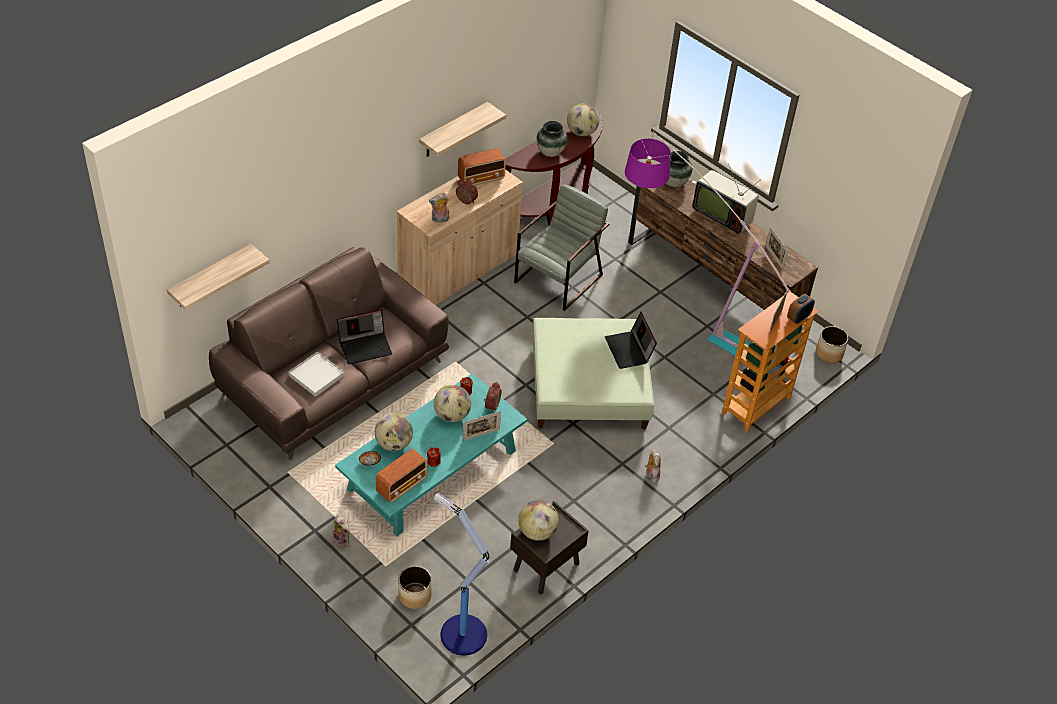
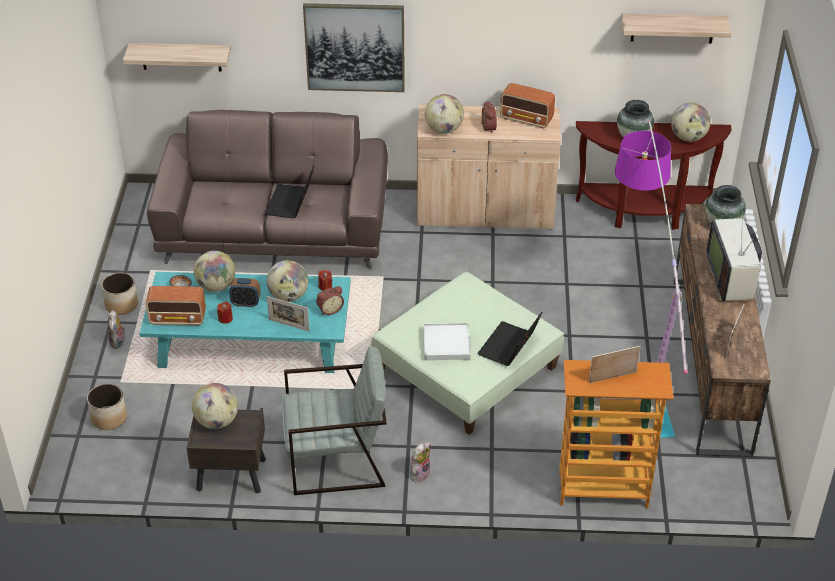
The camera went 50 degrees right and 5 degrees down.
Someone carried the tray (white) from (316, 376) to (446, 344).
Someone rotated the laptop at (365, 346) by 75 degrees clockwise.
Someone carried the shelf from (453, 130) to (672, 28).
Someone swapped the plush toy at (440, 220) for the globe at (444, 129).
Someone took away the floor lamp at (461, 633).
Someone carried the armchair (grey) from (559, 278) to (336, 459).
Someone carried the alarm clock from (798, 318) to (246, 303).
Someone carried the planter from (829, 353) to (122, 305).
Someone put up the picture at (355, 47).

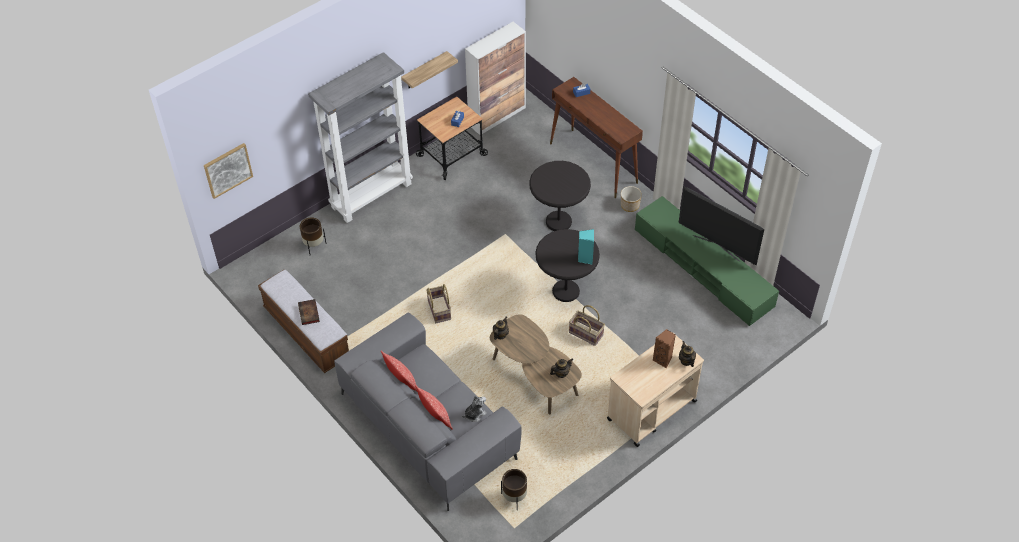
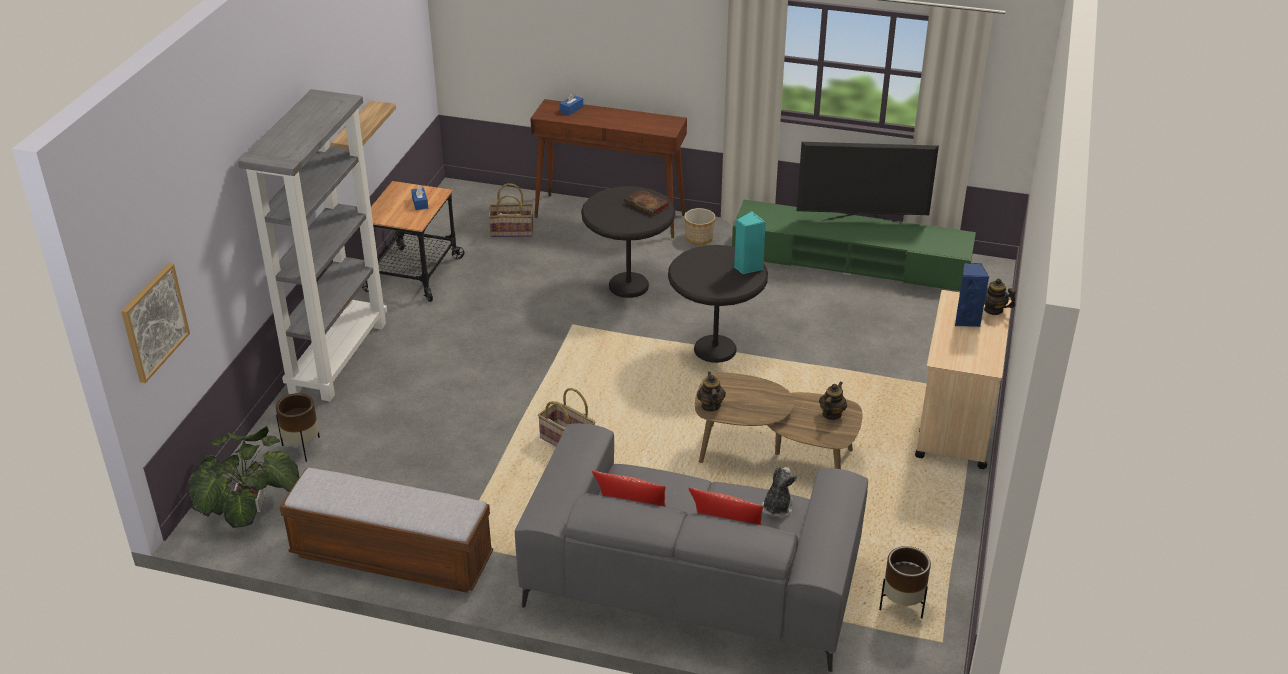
The camera went 35 degrees left and 15 degrees down.
Someone carried the book from (309, 314) to (648, 205).
Someone took away the cabinet at (497, 116).
Someone carried the basket from (586, 333) to (512, 230).
Someone repainted the speaker (brown) at (663, 359), which became the speaker (blue) at (966, 320).
Someone put down the potted plant at (249, 502).

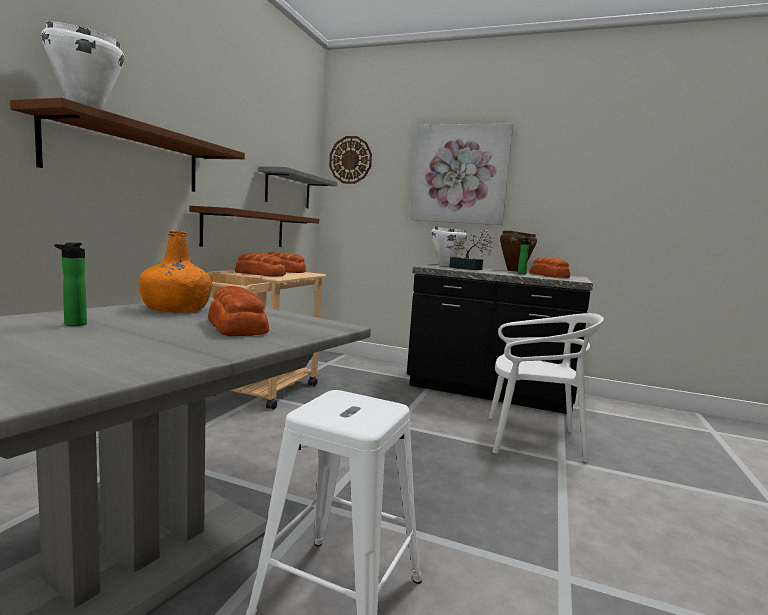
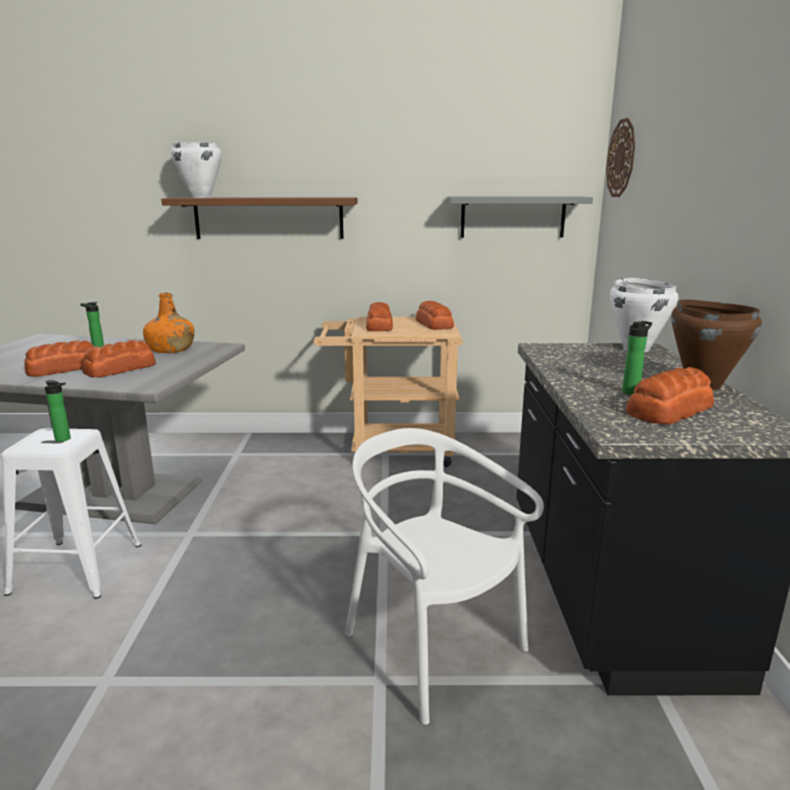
The camera went 70 degrees right and 10 degrees up.
Someone took away the shelf at (245, 229).
Someone took away the picture at (459, 174).
Someone took away the potted plant at (469, 269).
Someone rotated the chair (white) at (532, 440) by 150 degrees clockwise.
Someone put down the bread at (63, 369).
Someone put down the bottle at (64, 439).

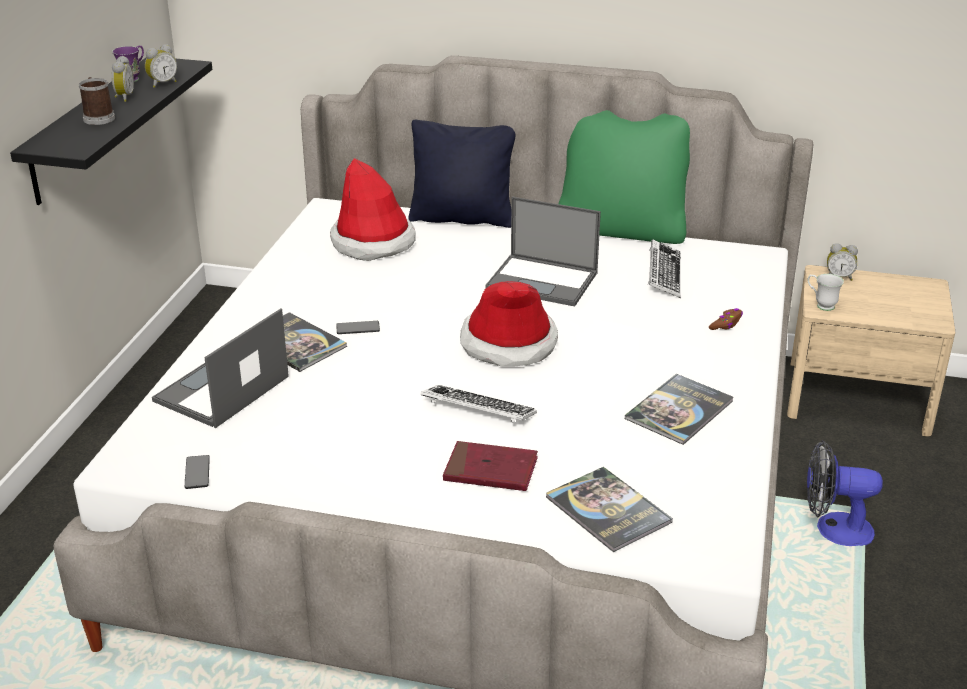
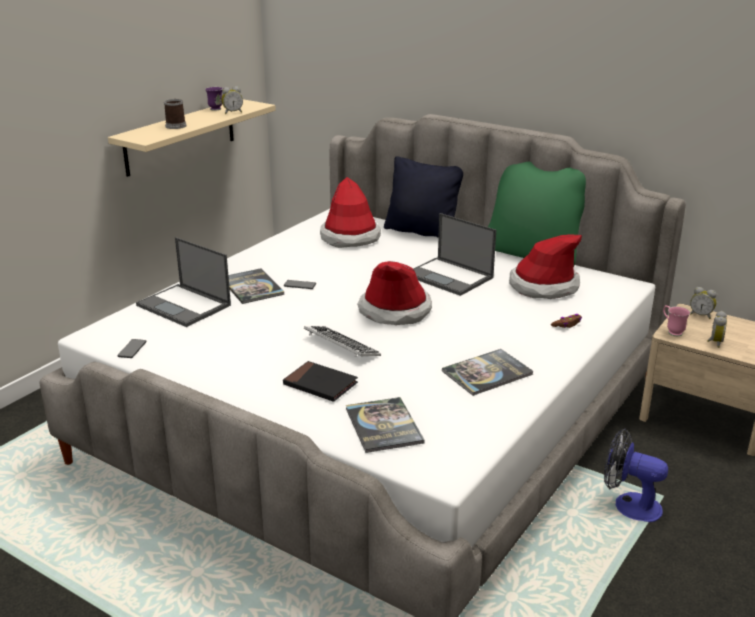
The camera went 20 degrees right and 5 degrees down.
Someone repainted the shelf (black) at (90, 129), which became the shelf (beige) at (180, 137).
Someone carried the alarm clock from (123, 97) to (714, 342).
Someone rotated the laptop at (221, 390) by 105 degrees counterclockwise.
Someone repainted the book (red) at (490, 470), which became the book (black) at (320, 384).
Someone swapped the keyboard at (664, 274) for the hat at (543, 286).
Someone repainted the mug (white) at (821, 305), which became the mug (pink) at (672, 331).

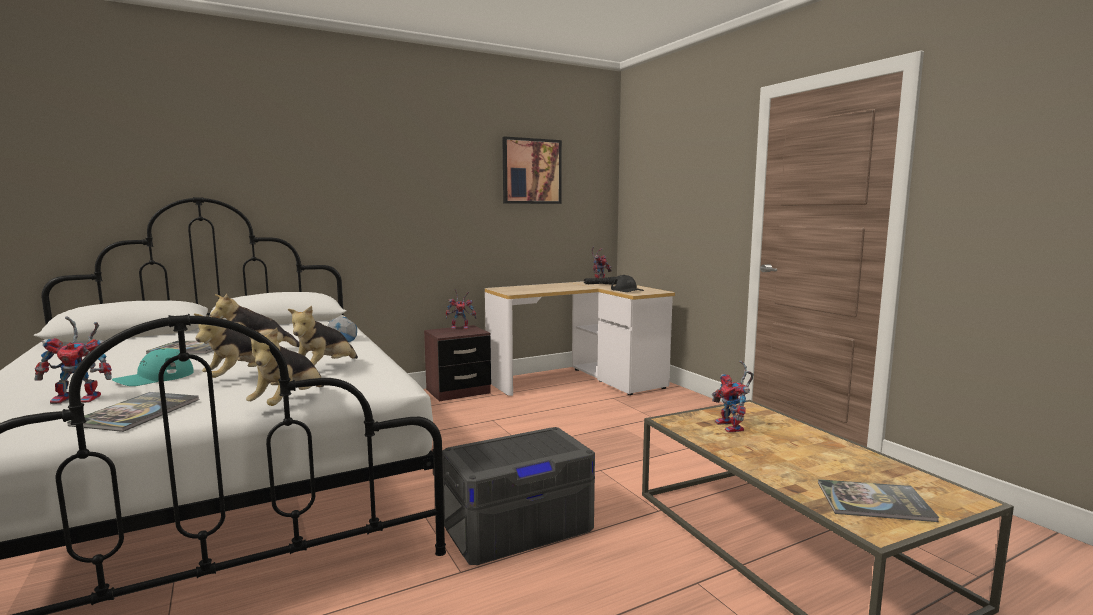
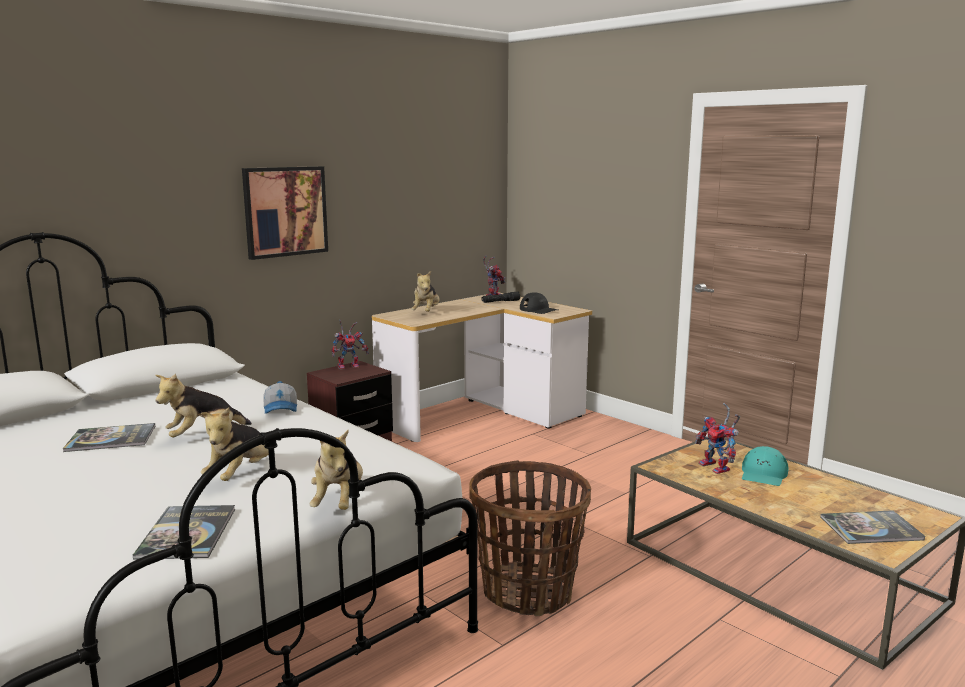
The camera went 15 degrees left and 5 degrees up.
Someone took away the toy robot at (82, 398).
Someone carried the cap (turquoise) from (154, 377) to (763, 474).
Someone carried the plush toy from (325, 369) to (426, 313).
Someone swapped the storage box (grey) at (518, 526) for the basket at (528, 591).
Someone carried the picture from (531, 171) to (285, 211).

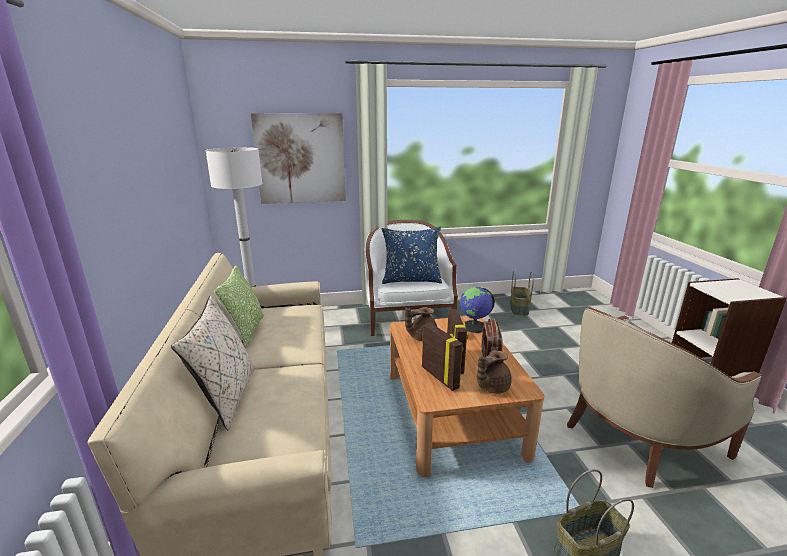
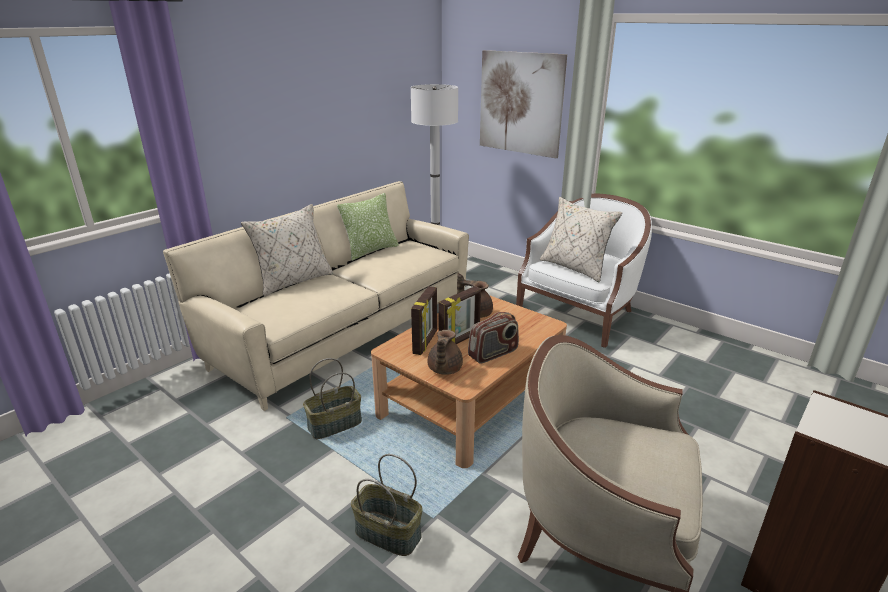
The camera went 50 degrees right and 5 degrees up.
Someone repainted the pillow (blue) at (411, 280), which became the pillow (beige) at (575, 268).
Someone took away the globe at (474, 327).
Someone rotated the teapot (brown) at (491, 387) by 90 degrees counterclockwise.
Someone carried the basket from (519, 309) to (334, 425).

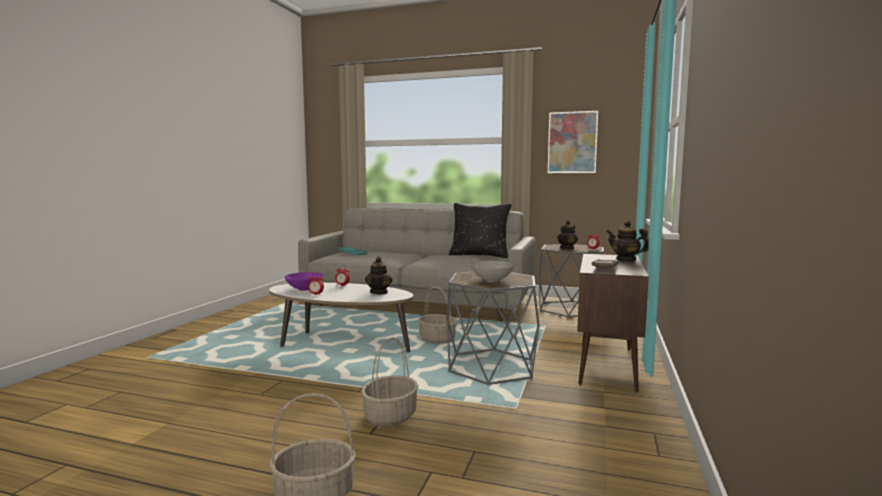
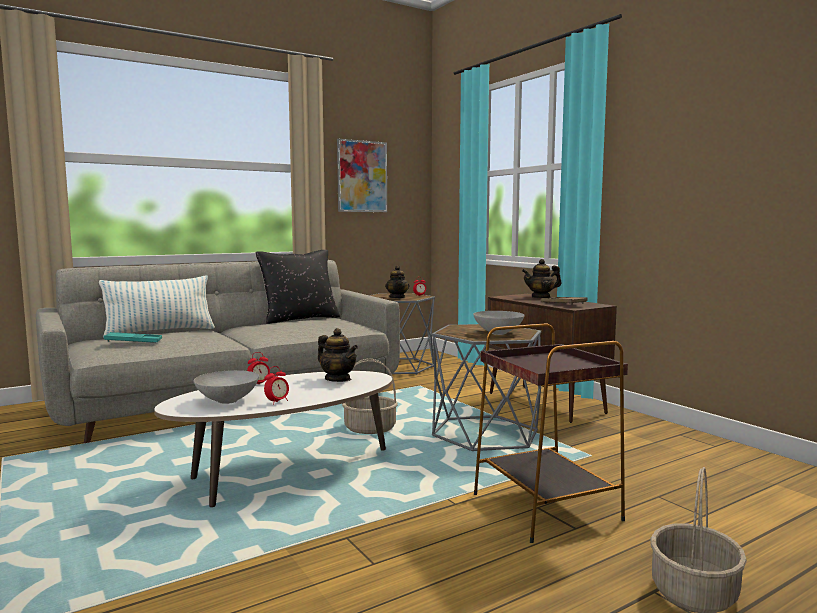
The camera went 50 degrees left and 0 degrees up.
Someone repainted the bowl (purple) at (304, 289), which became the bowl (grey) at (226, 401).
Someone swapped the basket at (390, 416) for the side table (brown) at (545, 507).
Someone put down the pillow at (160, 332).

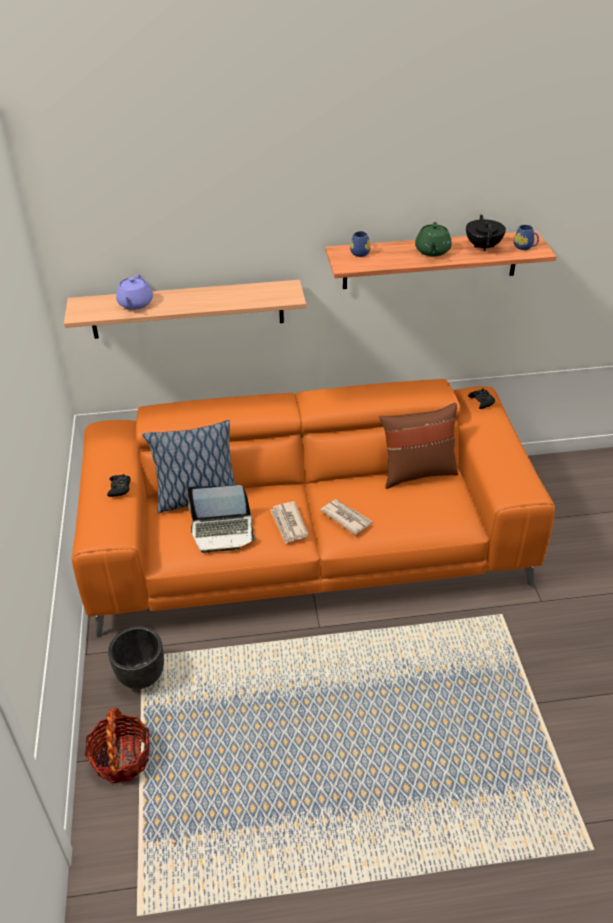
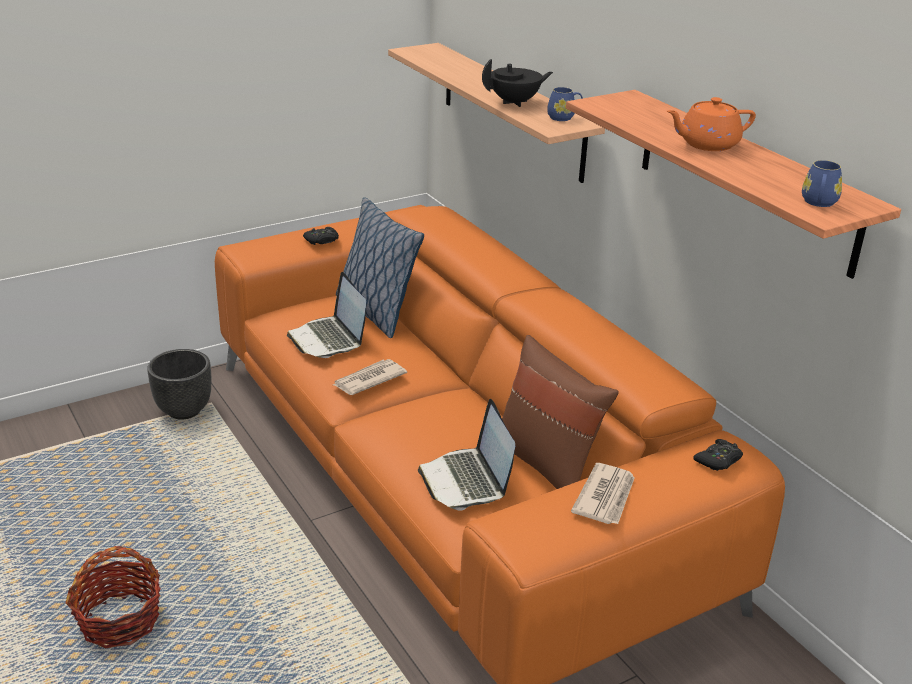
The camera went 65 degrees right and 10 degrees down.
Someone carried the basket from (121, 758) to (120, 621).
Someone took away the teapot (purple) at (135, 304).
Someone carried the newspaper from (346, 517) to (605, 497).
Someone carried the mug (blue) from (360, 252) to (564, 117).
Someone repainted the teapot (green) at (432, 251), which became the teapot (orange) at (707, 144).
Someone carried the teapot (black) from (483, 246) to (515, 102).
Someone put down the laptop at (466, 481).

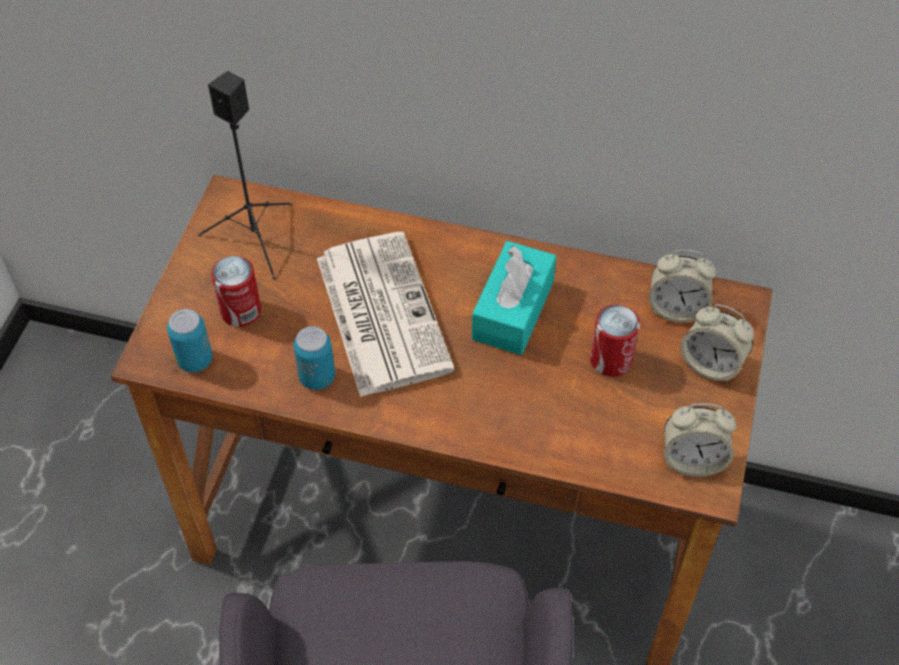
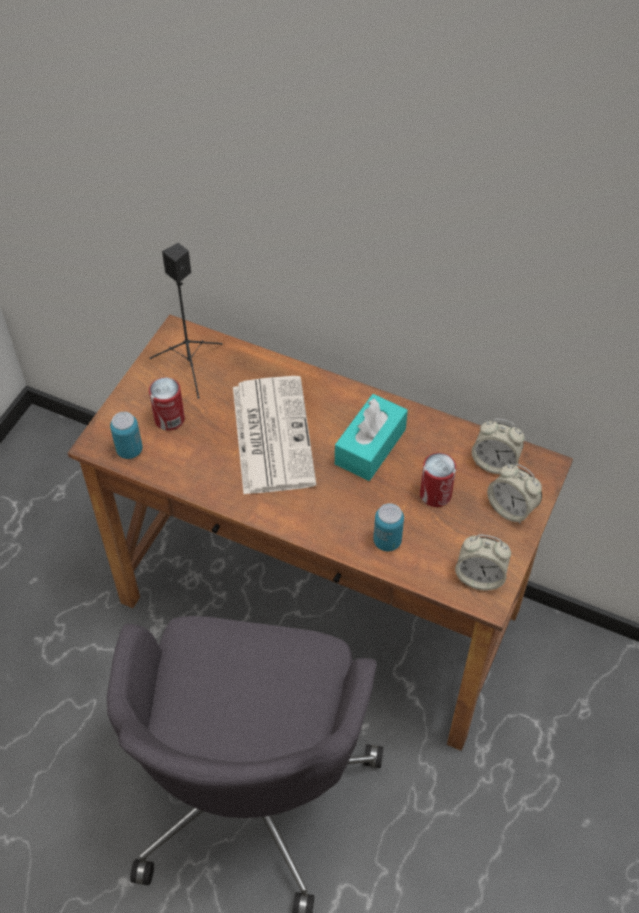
The camera went 10 degrees right and 0 degrees up.
Someone carried the can from (317, 377) to (387, 541).

